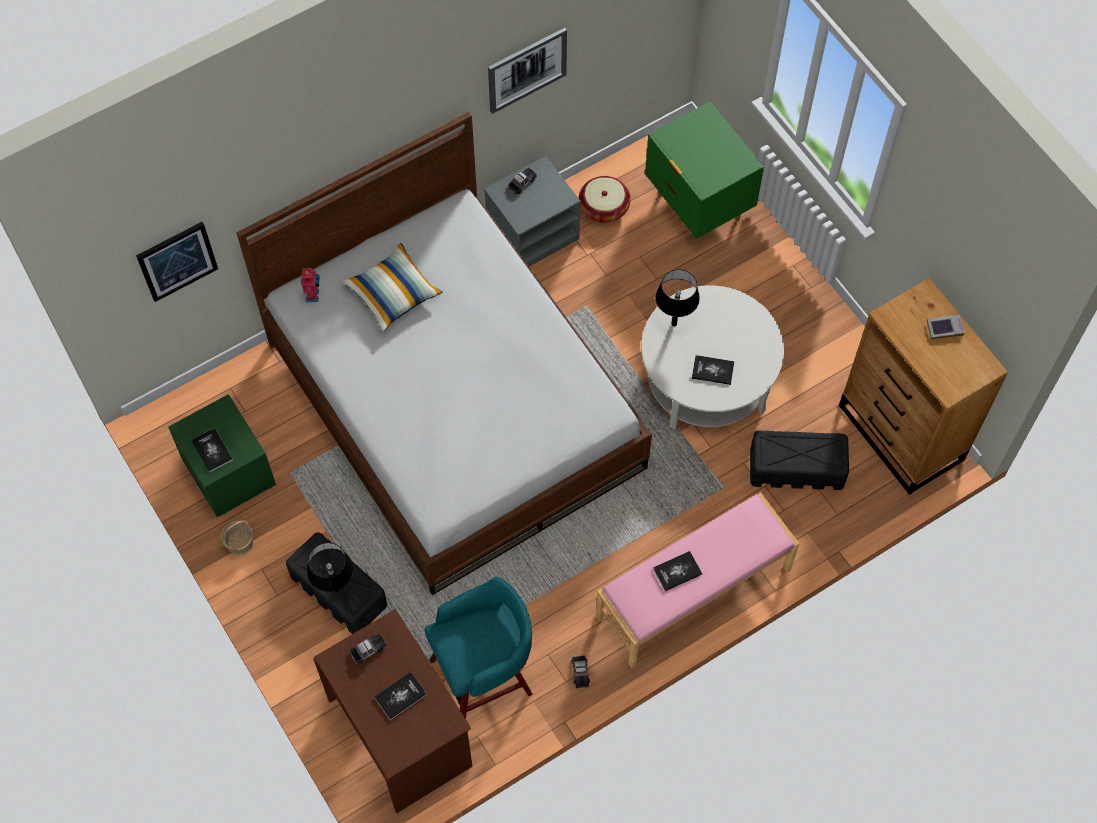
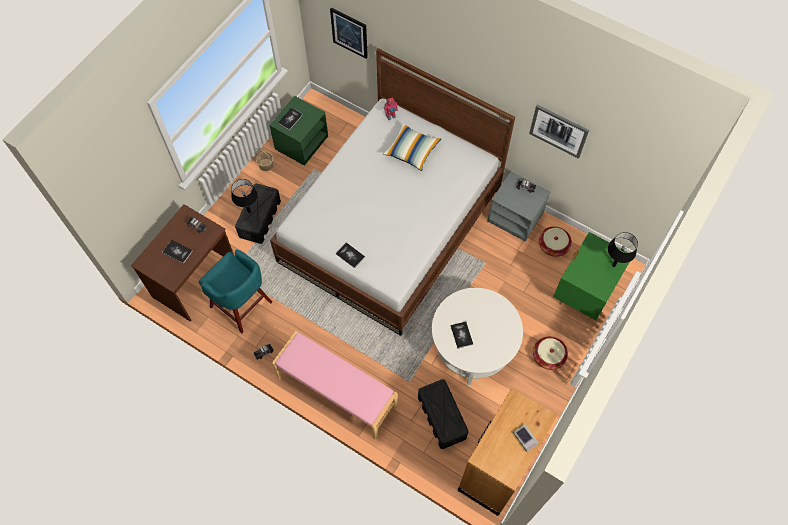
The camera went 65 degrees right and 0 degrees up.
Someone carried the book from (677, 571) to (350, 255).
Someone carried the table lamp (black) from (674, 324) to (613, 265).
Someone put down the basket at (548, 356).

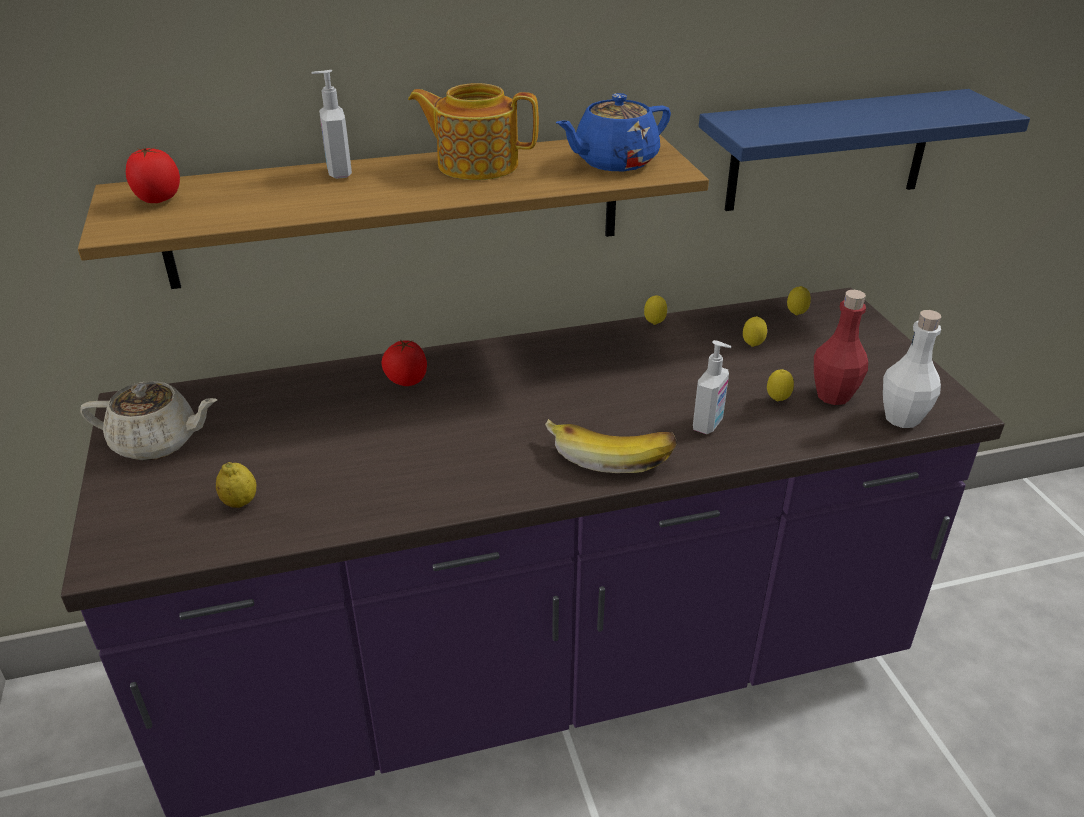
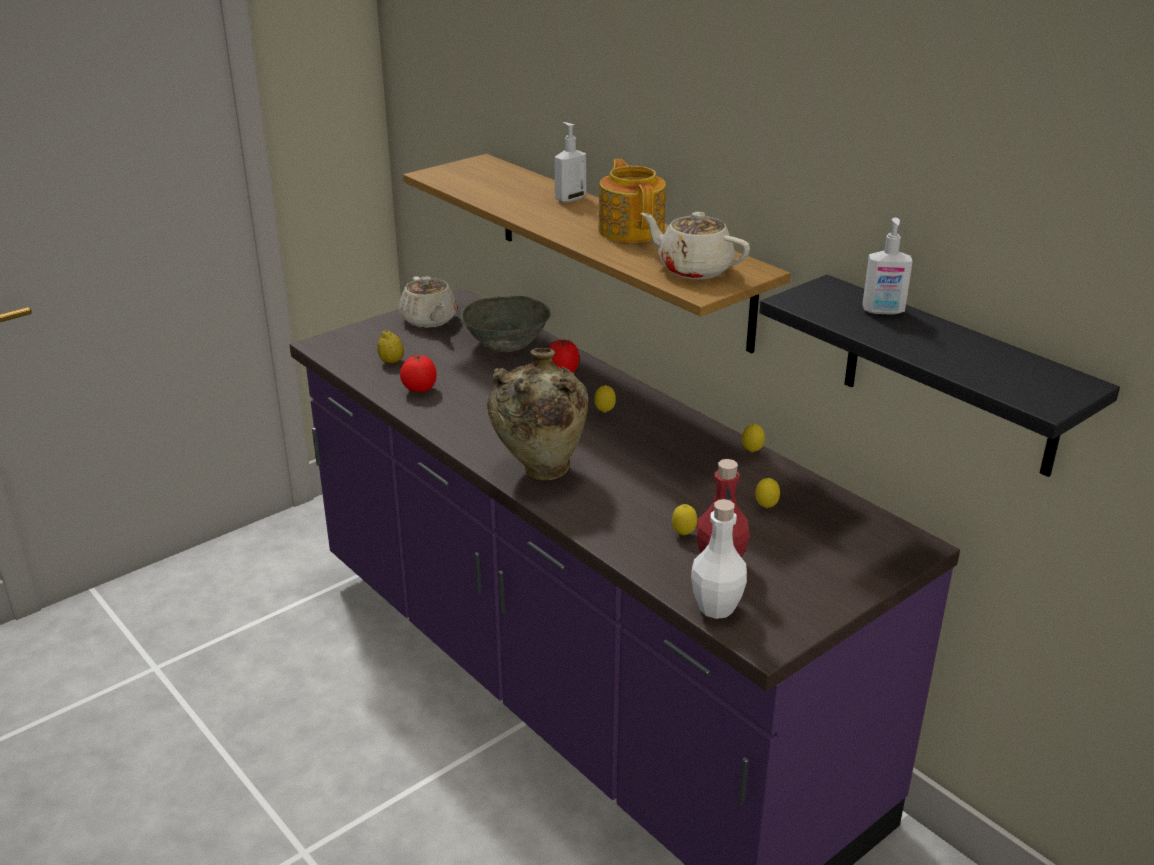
The camera went 65 degrees right and 5 degrees down.
Someone carried the tomato from (158, 200) to (419, 390).
Someone swapped the banana at (611, 454) for the vase (beige) at (539, 472).
Someone repainted the teapot (blue) at (614, 162), which became the teapot (beige) at (693, 269).
Someone carried the soap dispenser from (708, 424) to (883, 311).
Someone repainted the shelf (blue) at (829, 151), which became the shelf (black) at (950, 376).
Someone carried the lemon from (796, 315) to (604, 412).
Someone put down the bowl (grey) at (506, 343).

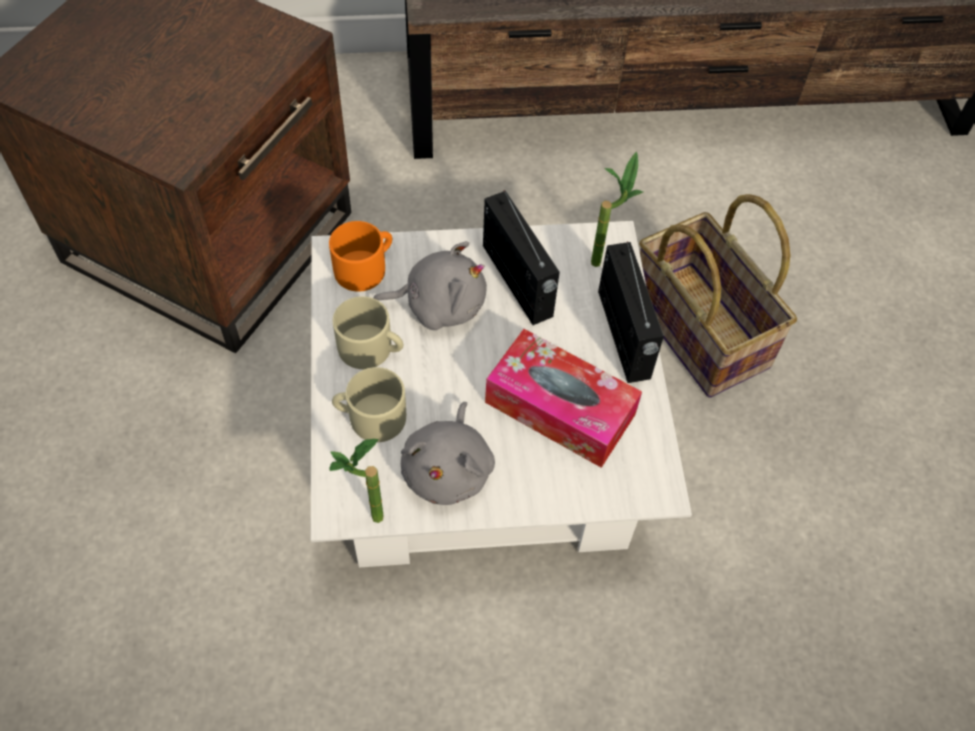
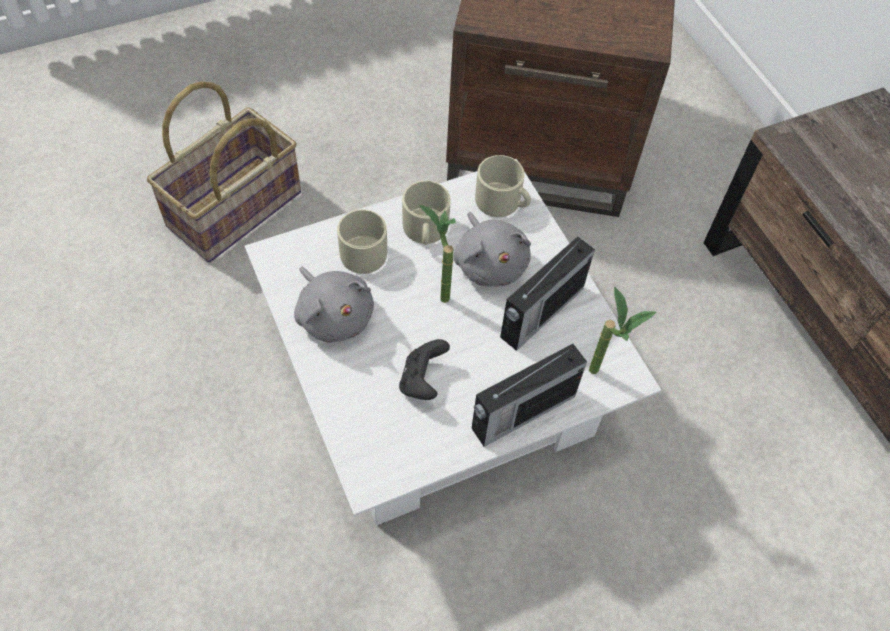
The camera went 70 degrees right and 0 degrees up.
Someone repainted the mug (orange) at (365, 267), which became the mug (beige) at (502, 202).
Someone carried the potted plant from (366, 522) to (437, 292).
Someone rotated the plush toy (grey) at (449, 469) by 120 degrees counterclockwise.
Someone swapped the tissue box at (560, 408) for the game controller (black) at (422, 380).
Someone carried the basket from (701, 329) to (235, 211).

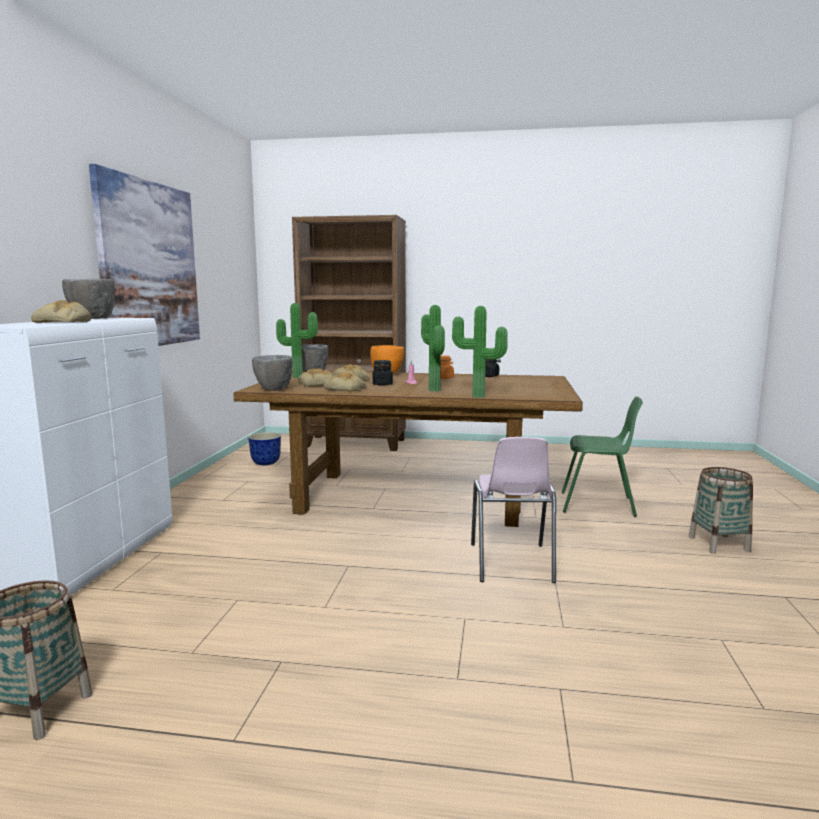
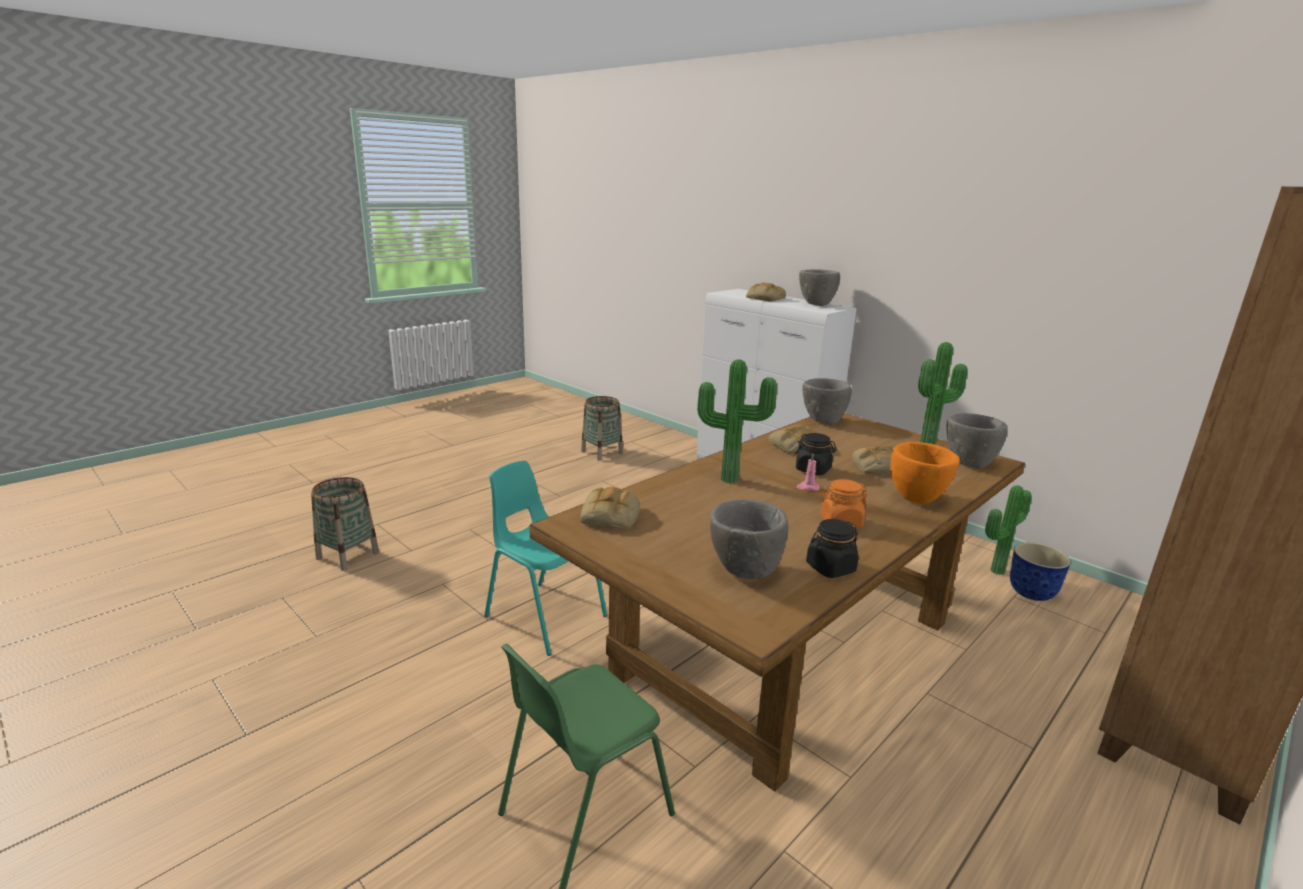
The camera went 125 degrees right and 10 degrees up.
Someone took away the picture at (149, 265).
Someone carried the bread from (317, 384) to (611, 516).
Someone carried the potted plant from (478, 397) to (994, 570).
Someone repainted the chair (pink) at (511, 563), which became the chair (turquoise) at (544, 616).
Someone carried the basket from (719, 544) to (347, 555).
Someone put down the bowl (grey) at (744, 571).

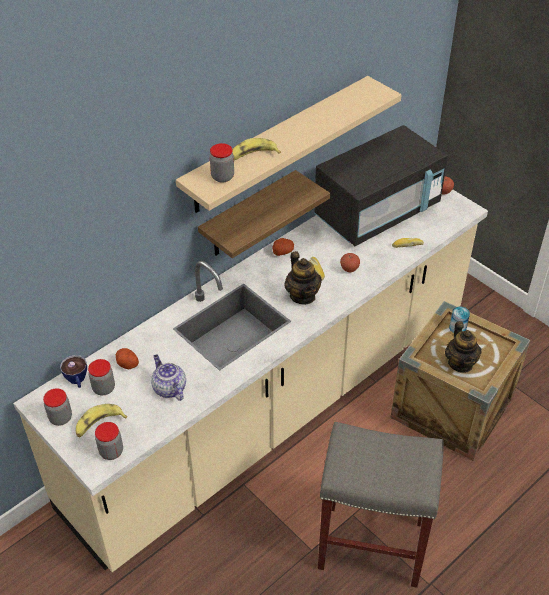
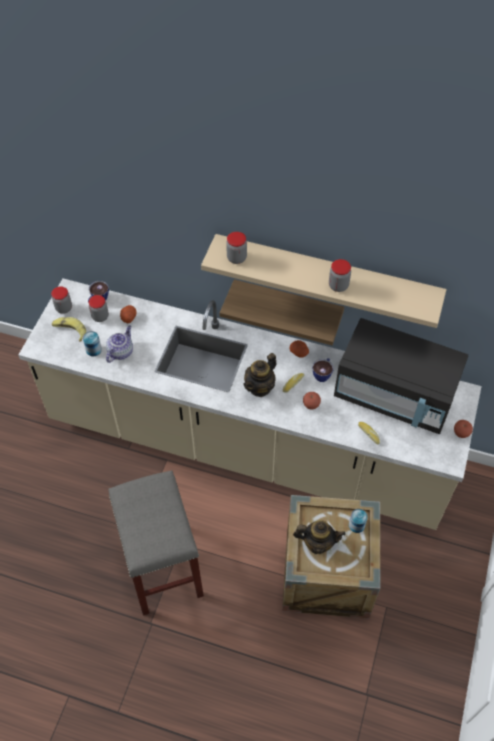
The camera went 60 degrees right and 10 degrees up.
Someone carried the jar from (111, 451) to (338, 286).
Someone took away the banana at (253, 155).
Someone rotated the teapot at (460, 363) by 135 degrees counterclockwise.
Someone put down the can at (93, 350).
Someone put down the cup at (323, 374).

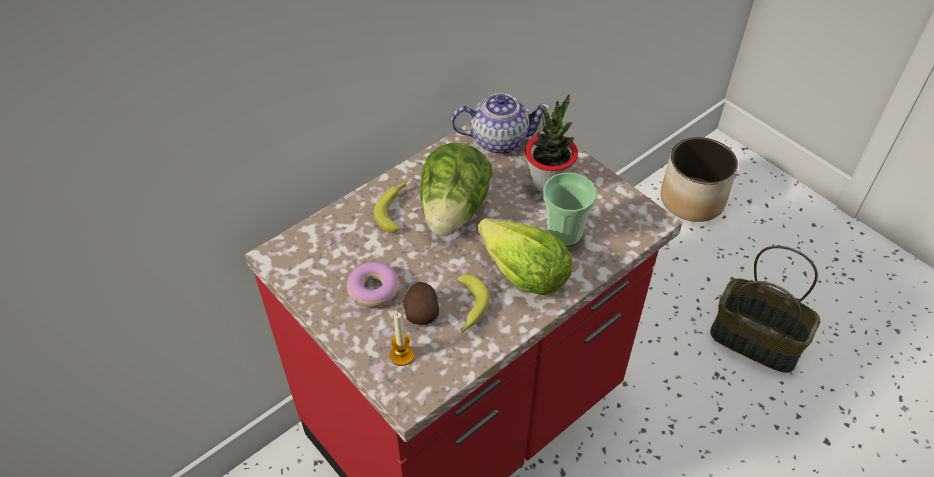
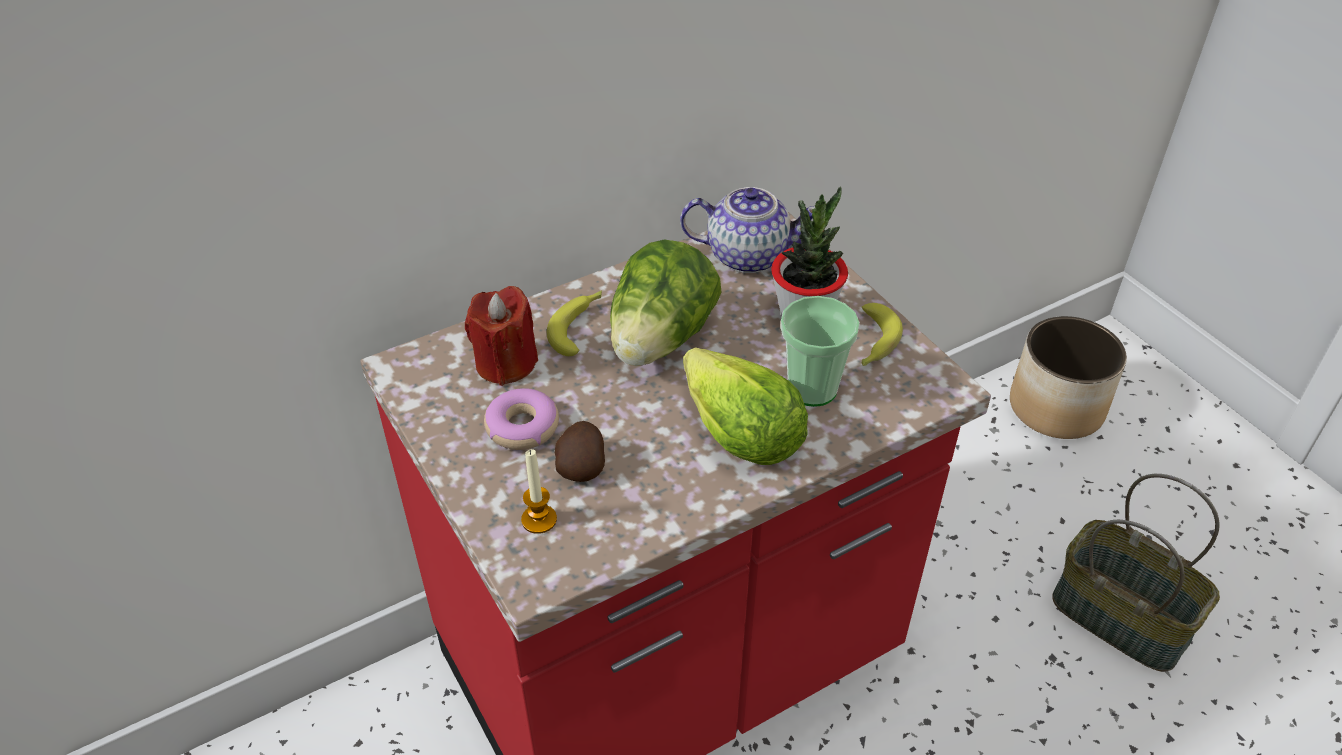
The camera went 10 degrees right and 5 degrees down.
Someone carried the banana from (468, 309) to (873, 343).
Someone put down the candle (red) at (506, 363).

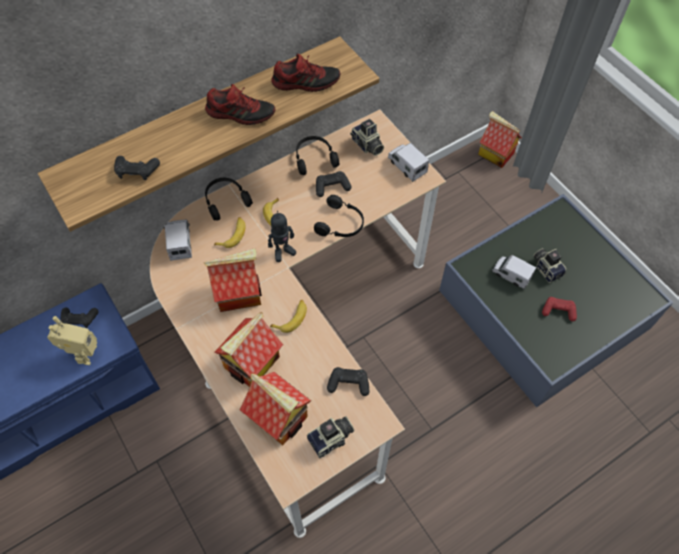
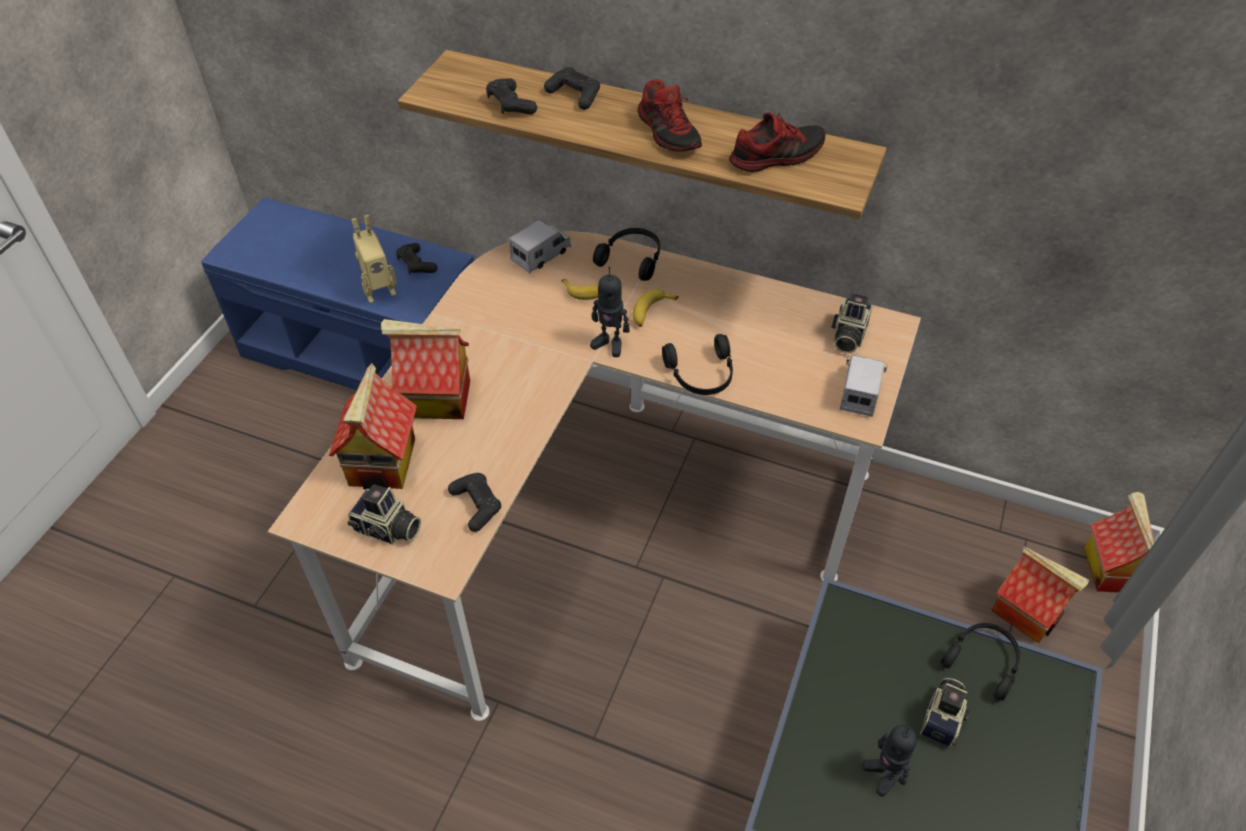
The camera went 55 degrees right and 10 degrees down.
Someone carried the toy house from (239, 292) to (1027, 612).
Someone took away the banana at (291, 318).
Someone rotated the shoe at (306, 82) by 75 degrees counterclockwise.
Someone carried the headphones (black) from (314, 158) to (983, 661).
Someone carried the game controller (black) from (332, 187) to (574, 95).
Someone took away the toy truck at (511, 275).
Someone swapped the game controller (red) at (558, 311) for the toy robot at (883, 775).

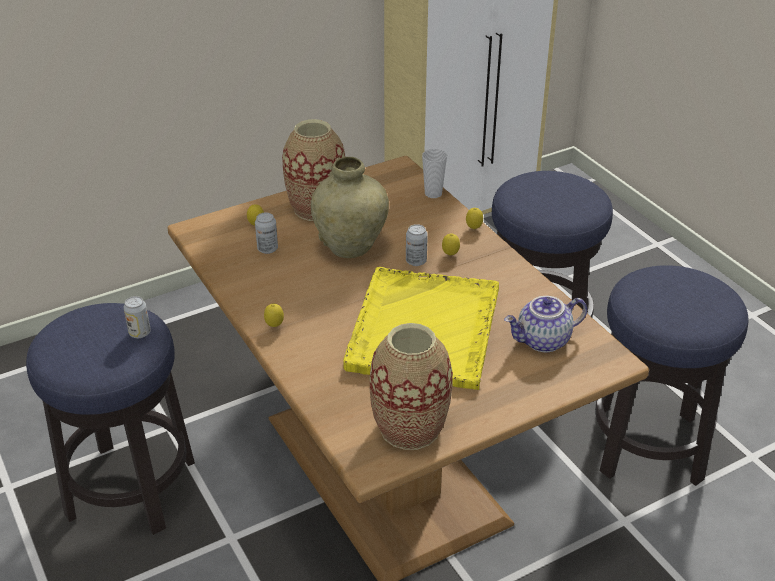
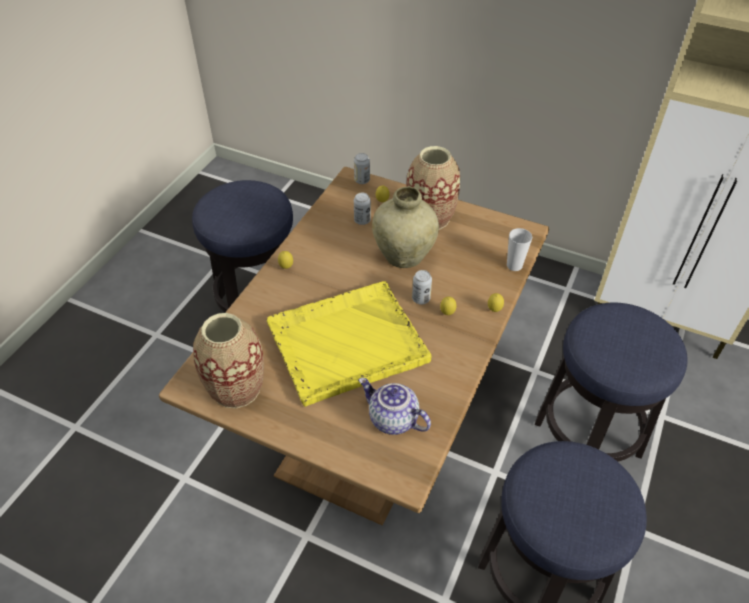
The camera went 55 degrees right and 10 degrees up.
Someone carried the can from (139, 333) to (362, 180).

